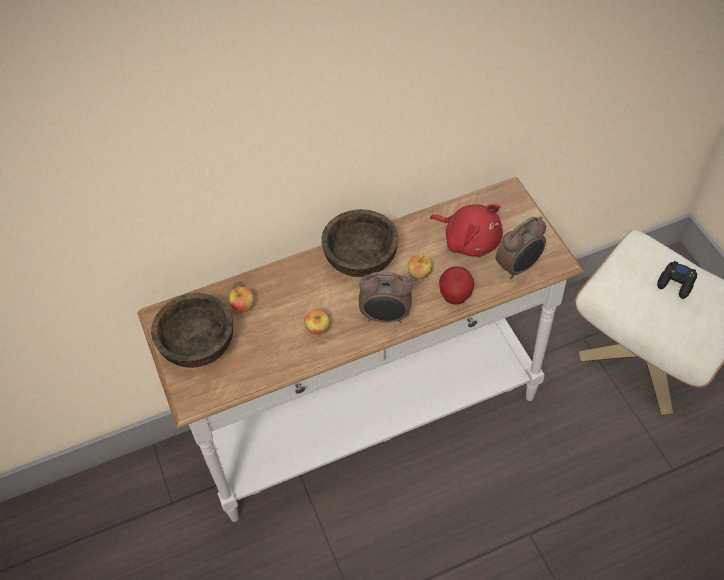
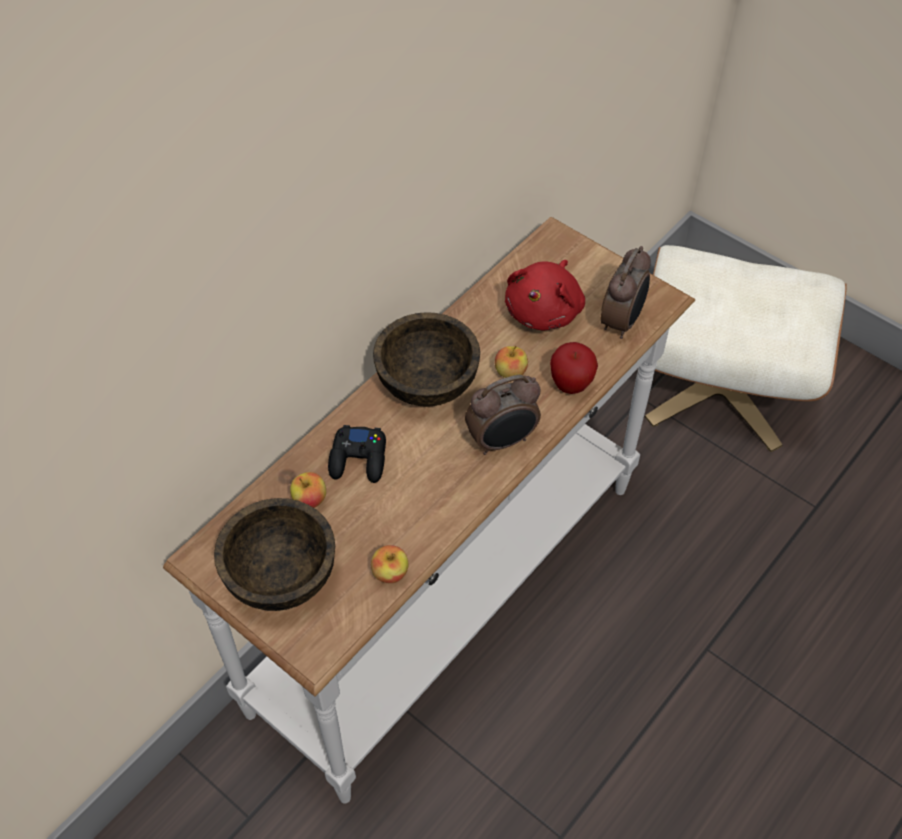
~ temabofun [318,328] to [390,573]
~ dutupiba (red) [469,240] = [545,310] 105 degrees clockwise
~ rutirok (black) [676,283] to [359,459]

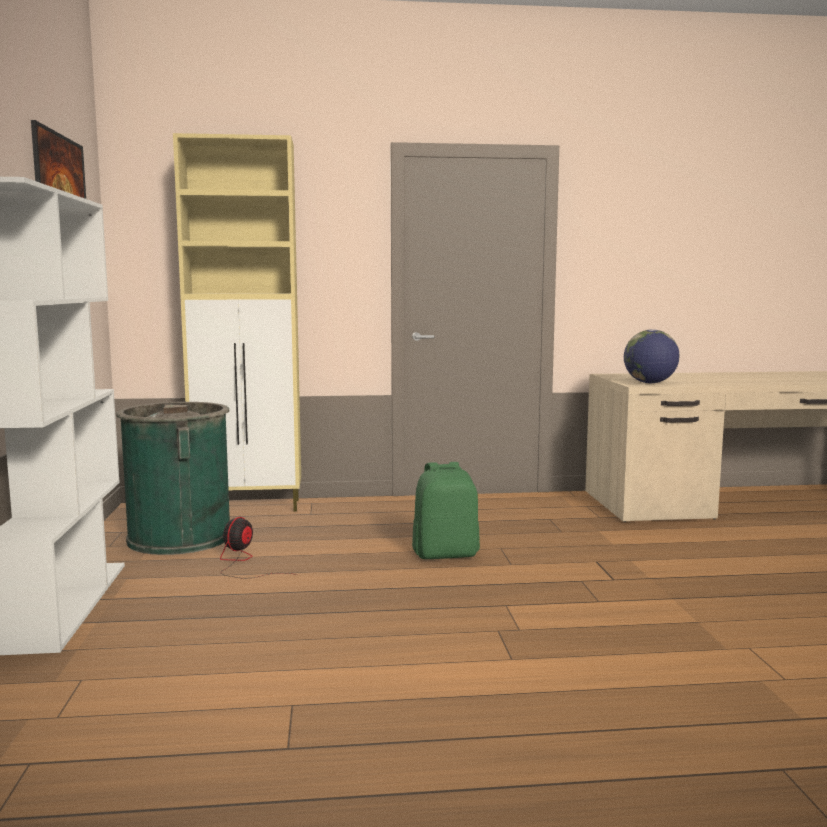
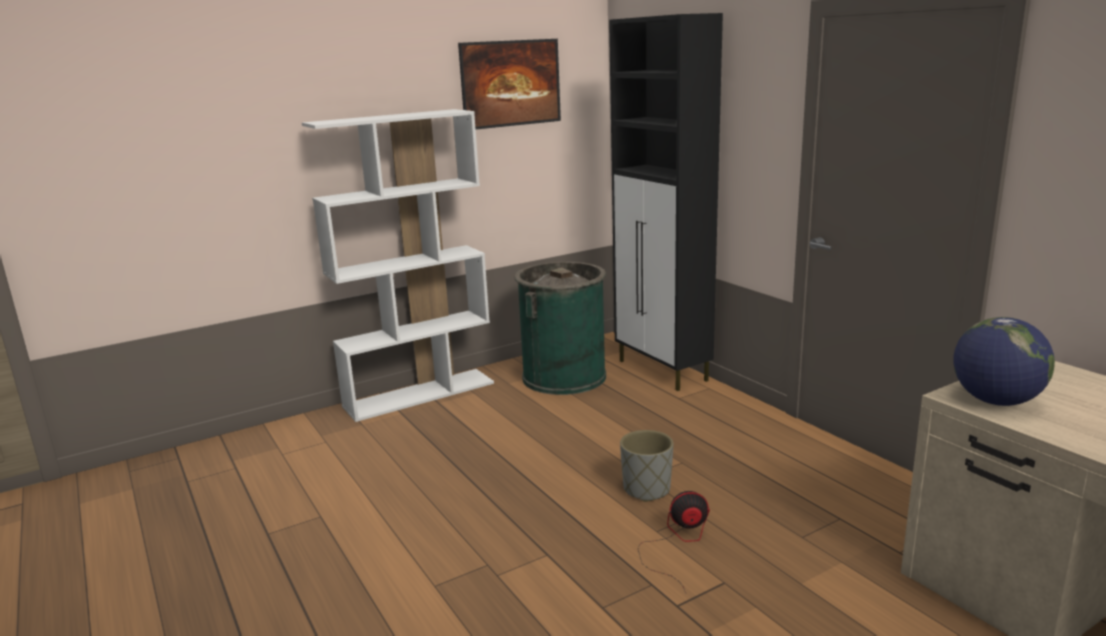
~ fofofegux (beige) [250,507] to fofofegux (black) [663,371]
~ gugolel [243,562] to [678,543]
~ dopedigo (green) [446,554] to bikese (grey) [647,489]

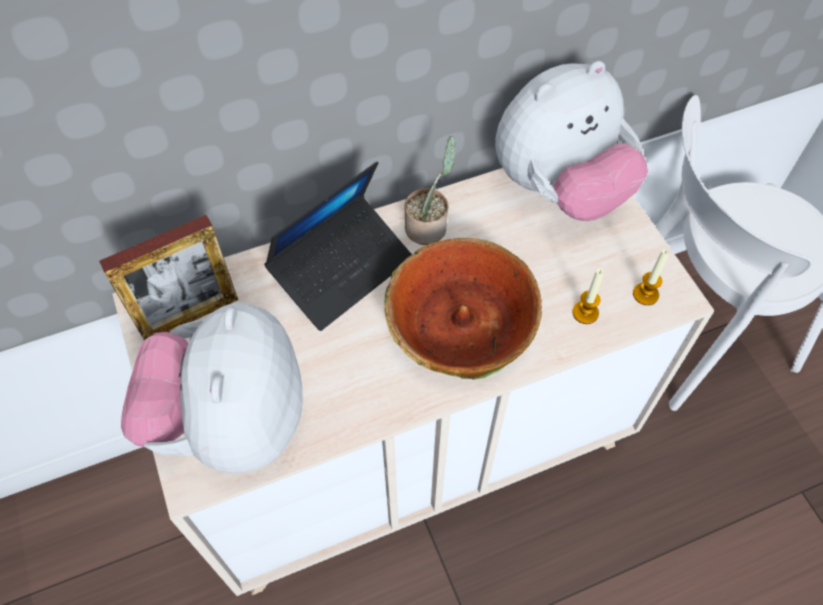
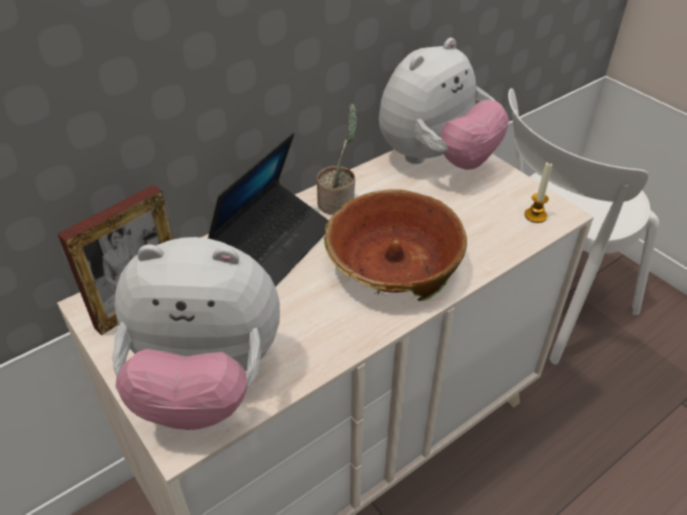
~ dutupiba [231,422] = [206,382] 75 degrees counterclockwise
- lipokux [585,313]

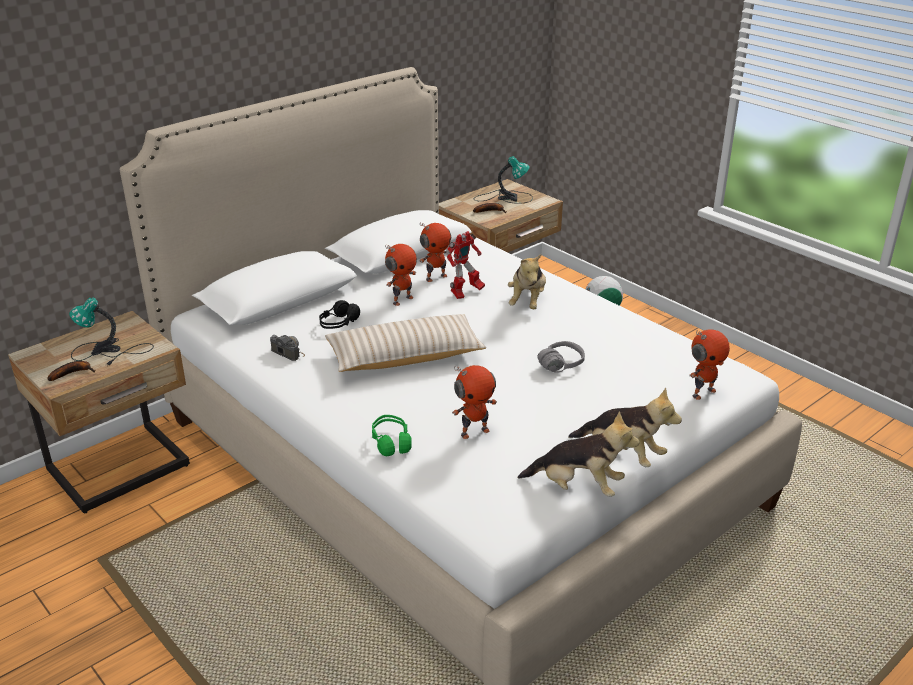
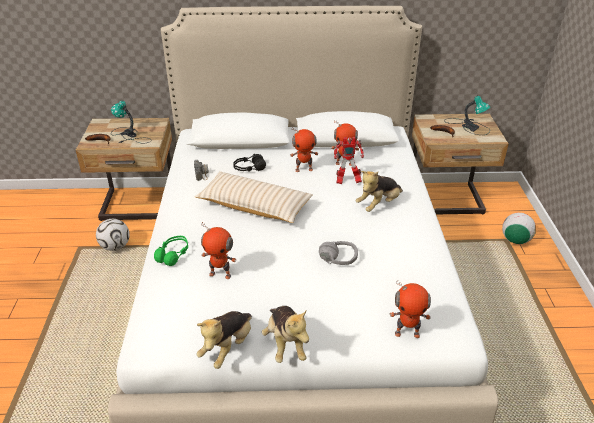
~ dutupiba [578,487] = [227,347] 60 degrees clockwise
+ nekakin [115,246]

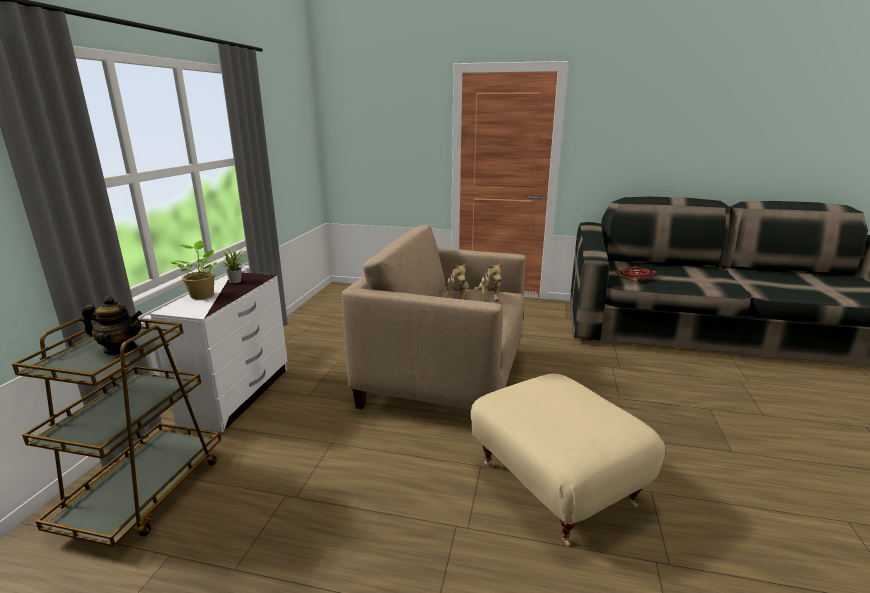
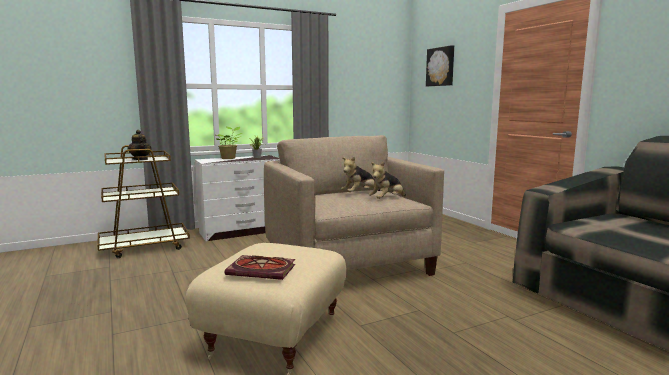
~ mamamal [636,275] to [263,270]
+ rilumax [441,66]

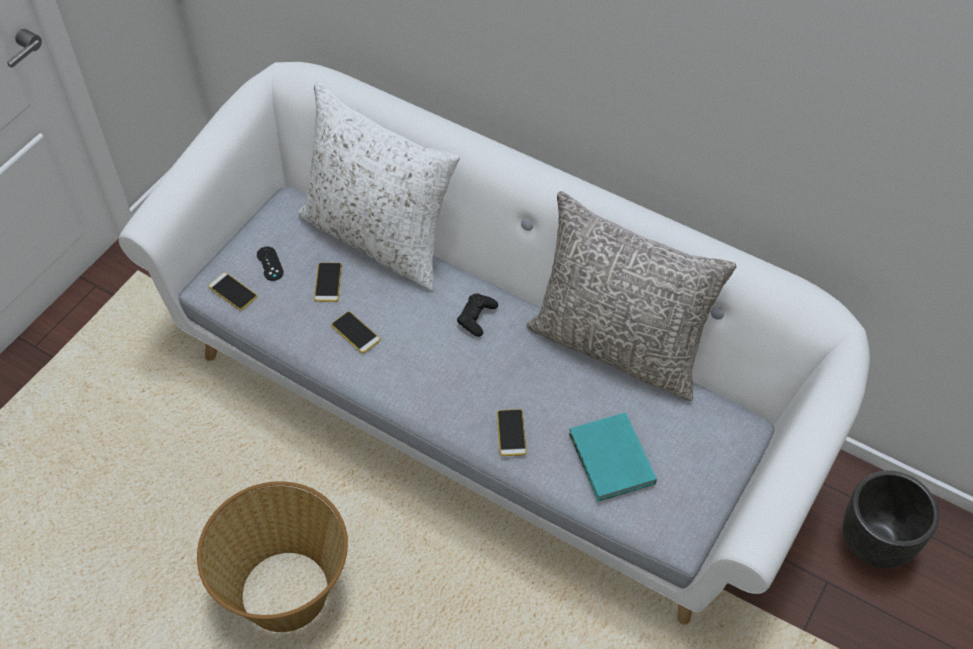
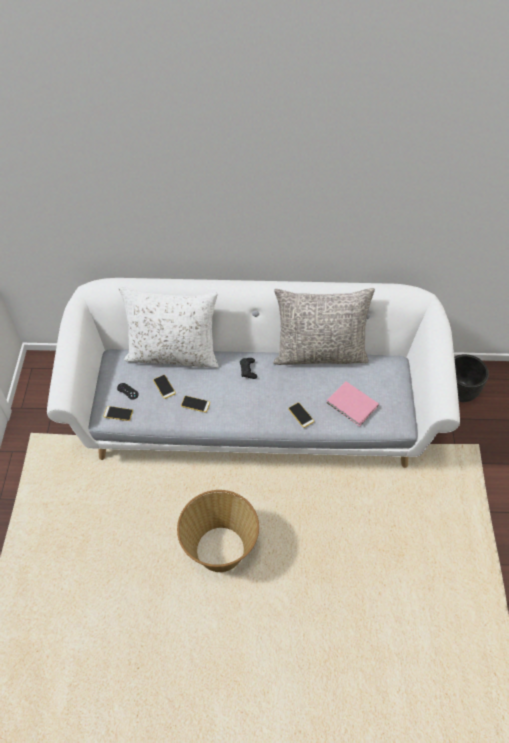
~ mamamal (turquoise) [611,461] to mamamal (pink) [352,406]

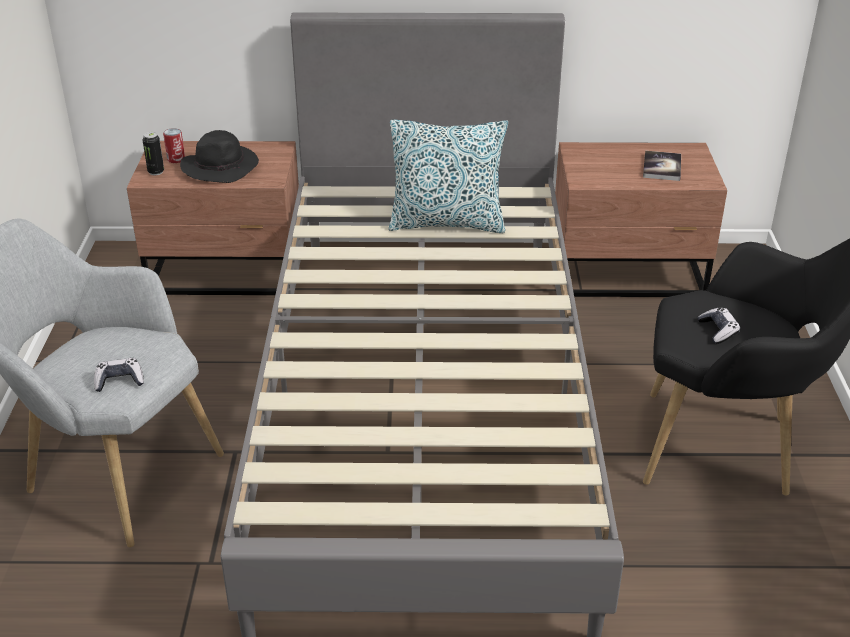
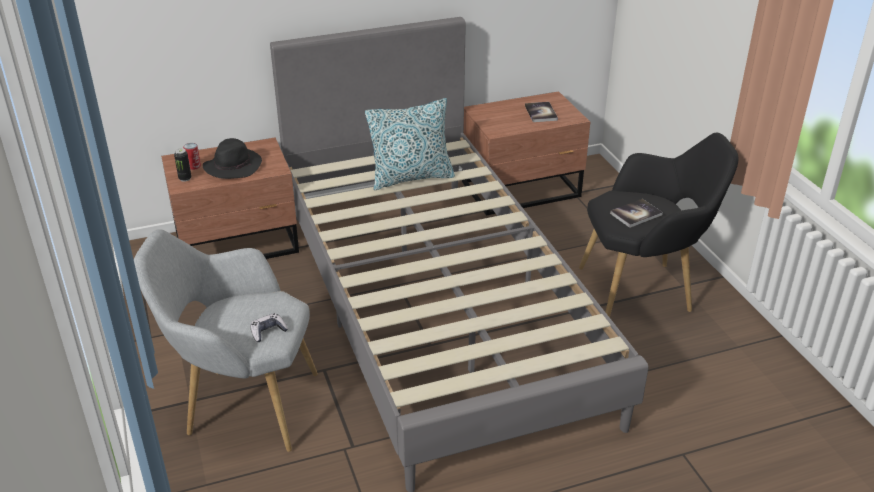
~ rutirok [718,331] to mamamal [636,214]

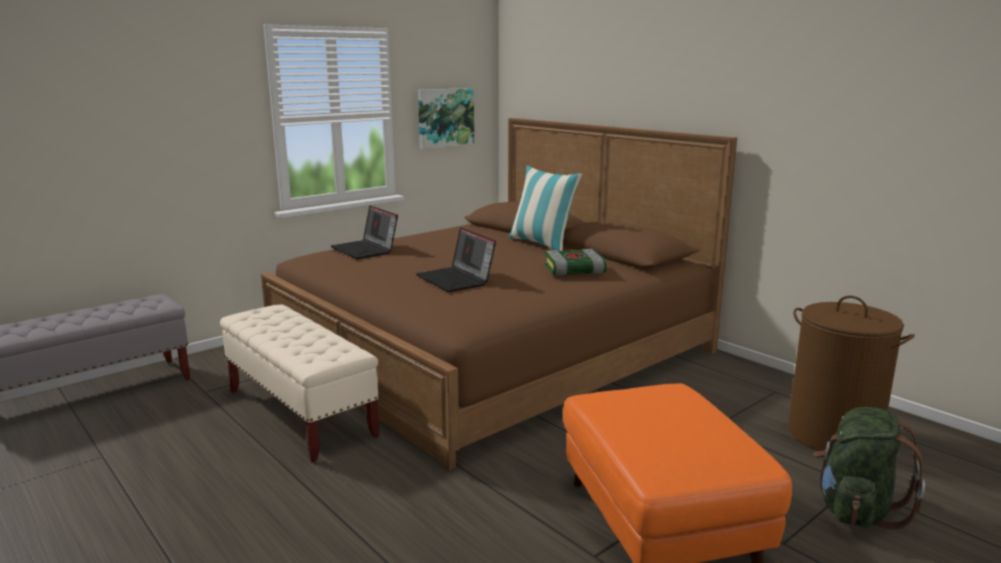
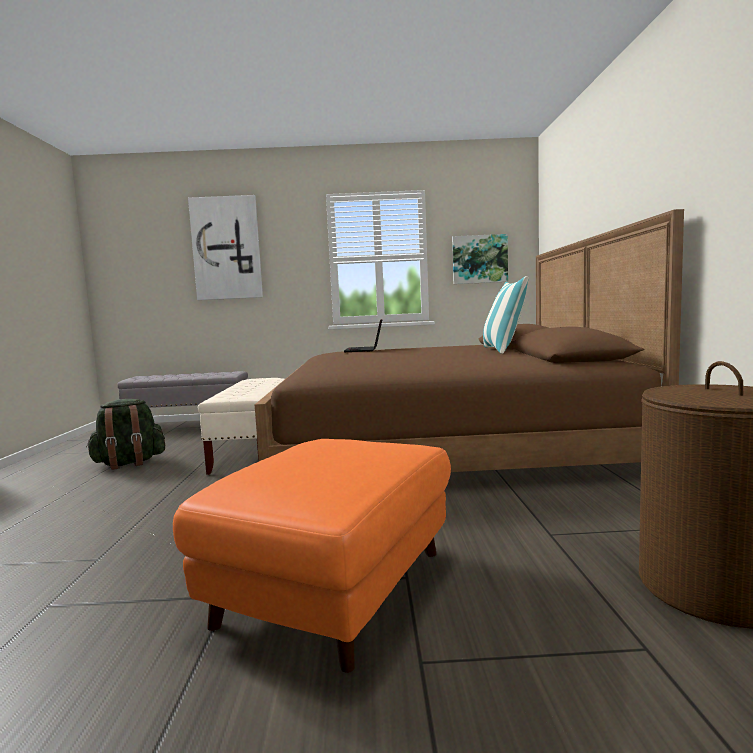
- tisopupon [456,280]
- mamamal [573,271]
~ dopedigo (green) [856,510] to [129,463]
+ rilumax [226,248]

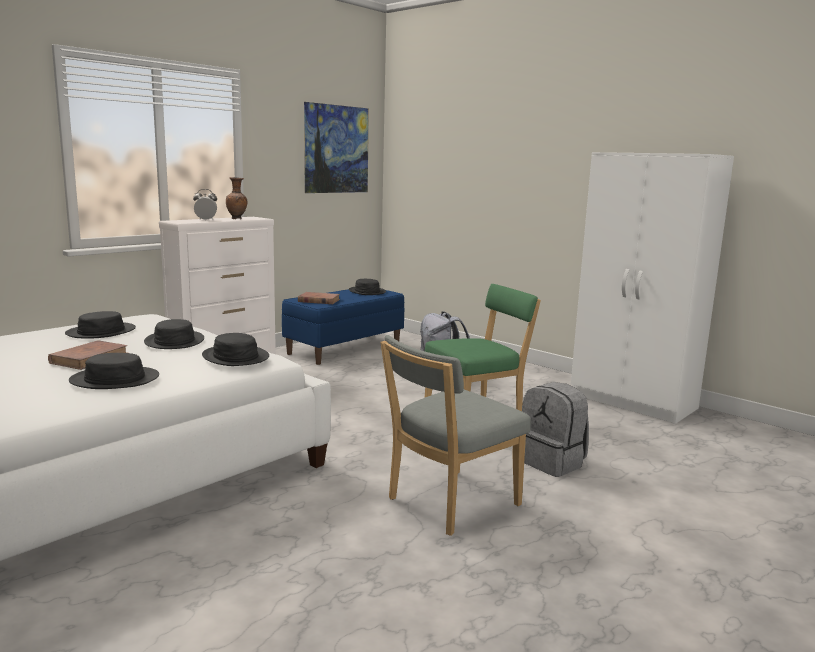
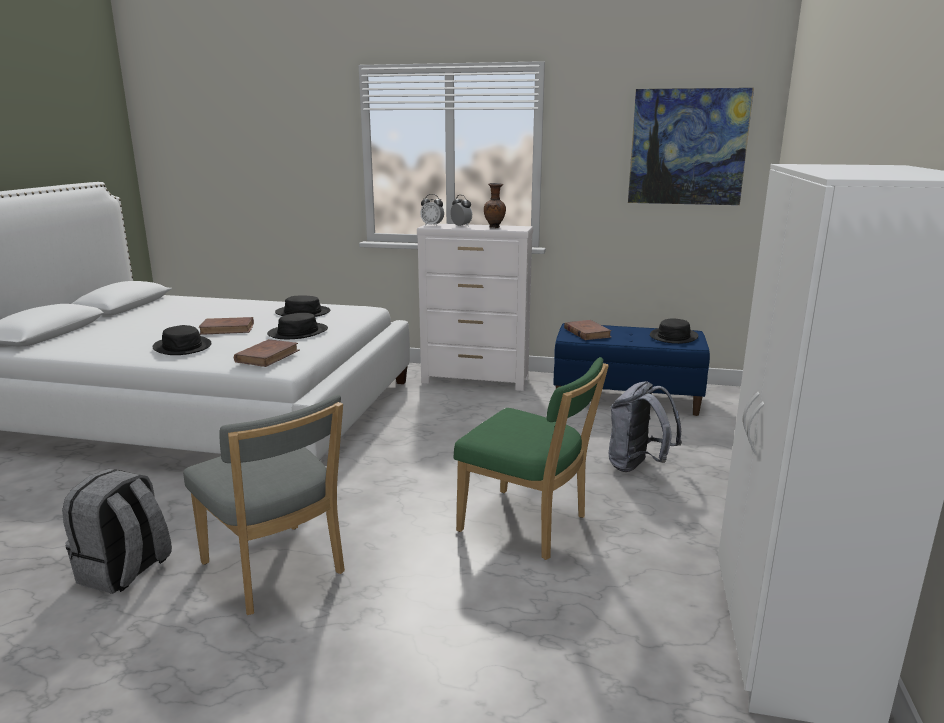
~ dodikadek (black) [235,357] to mamamal (brown) [267,356]
~ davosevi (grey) [448,504] = [276,571] 150 degrees counterclockwise
~ dopedigo (grey) [552,462] to [125,571]
+ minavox [432,225]

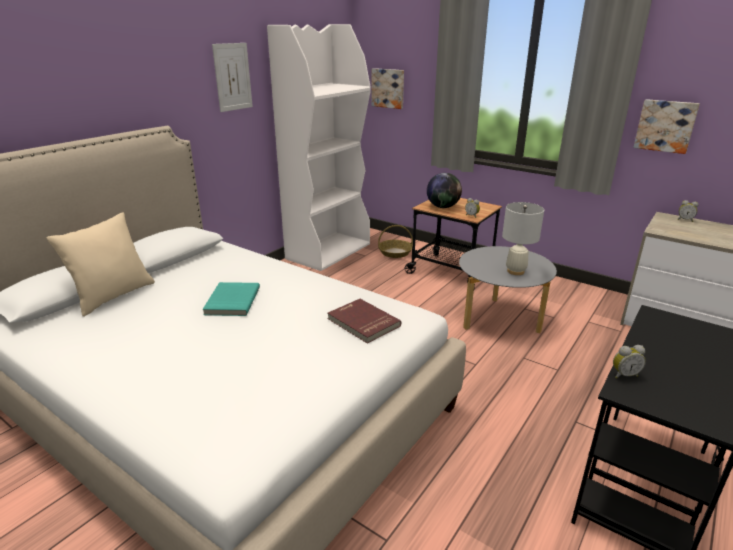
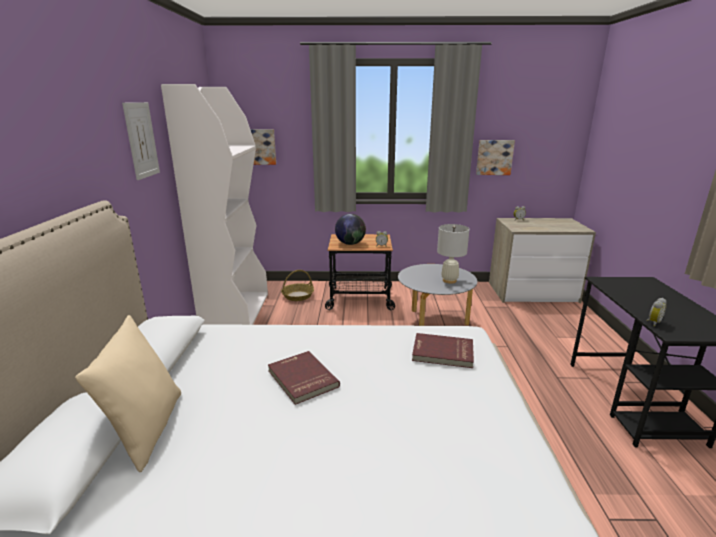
~ mamamal (turquoise) [231,301] to mamamal (red) [301,379]

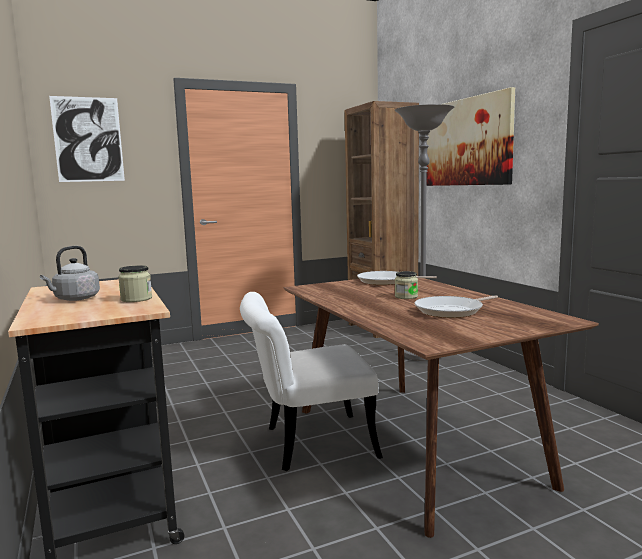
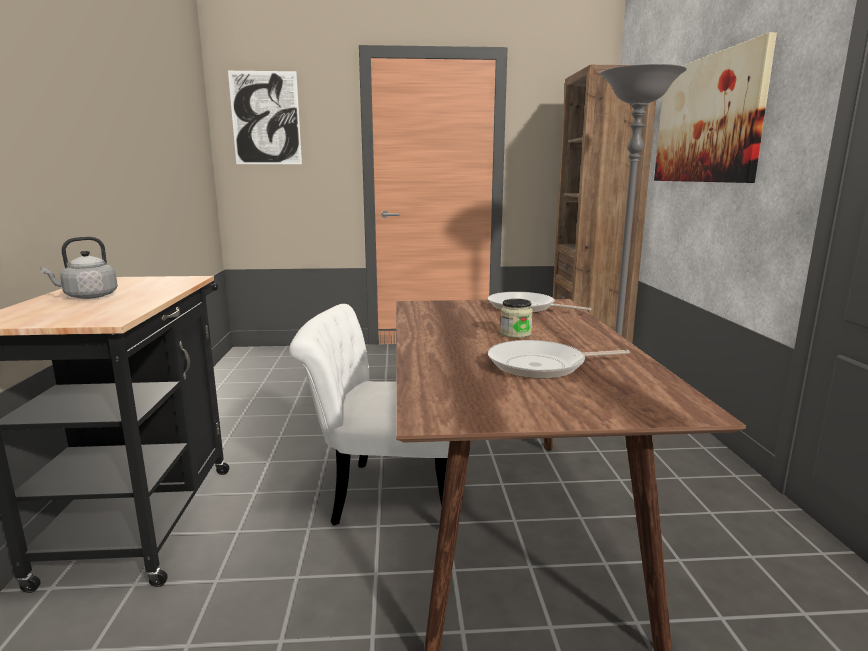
- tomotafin [136,299]

